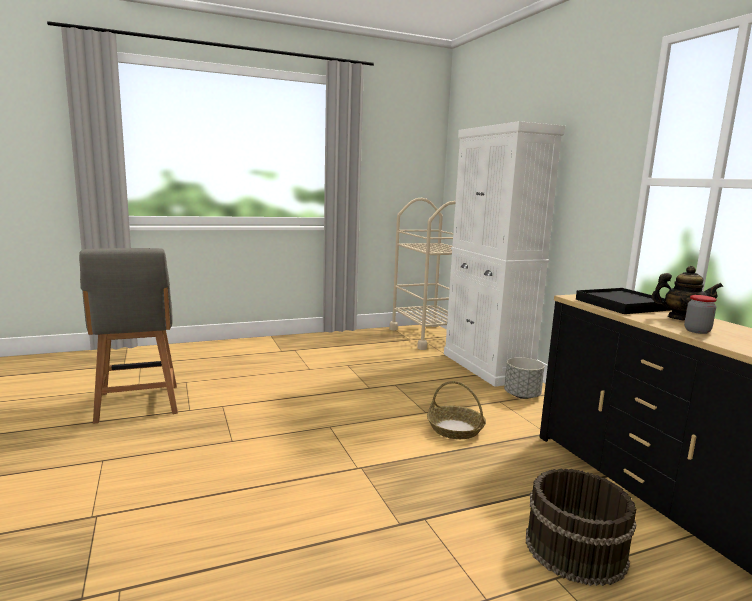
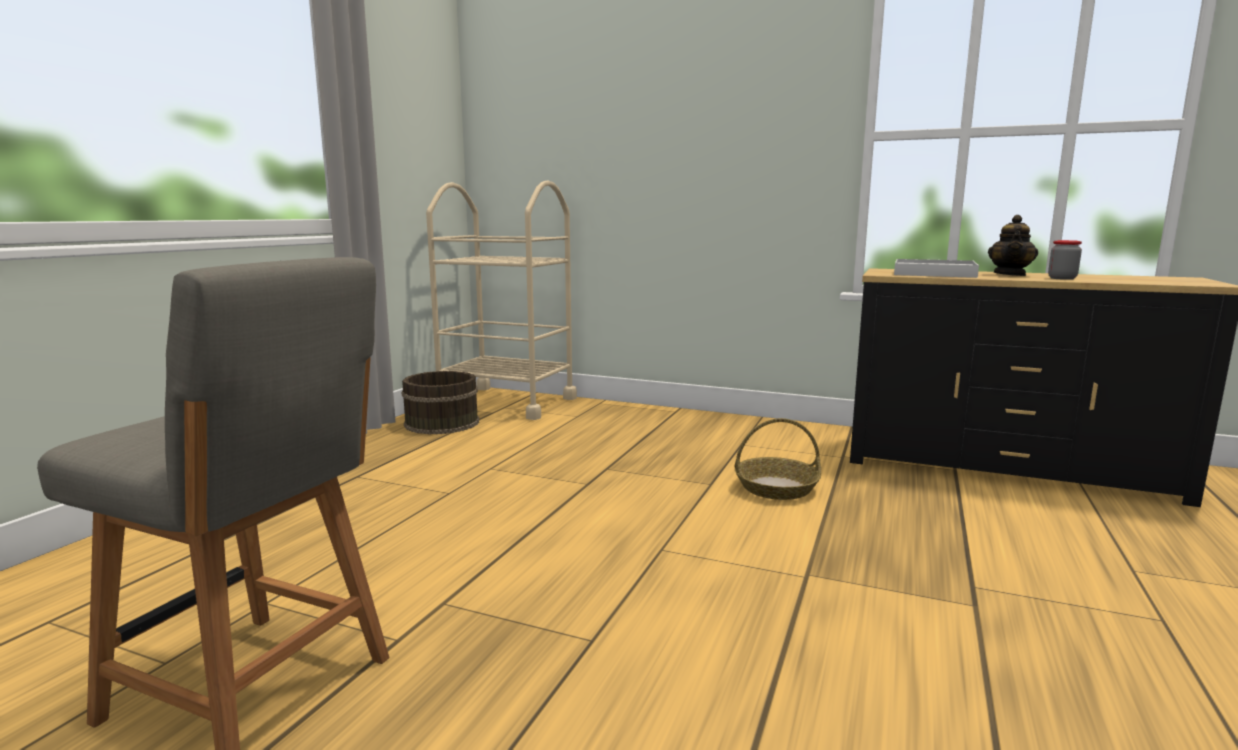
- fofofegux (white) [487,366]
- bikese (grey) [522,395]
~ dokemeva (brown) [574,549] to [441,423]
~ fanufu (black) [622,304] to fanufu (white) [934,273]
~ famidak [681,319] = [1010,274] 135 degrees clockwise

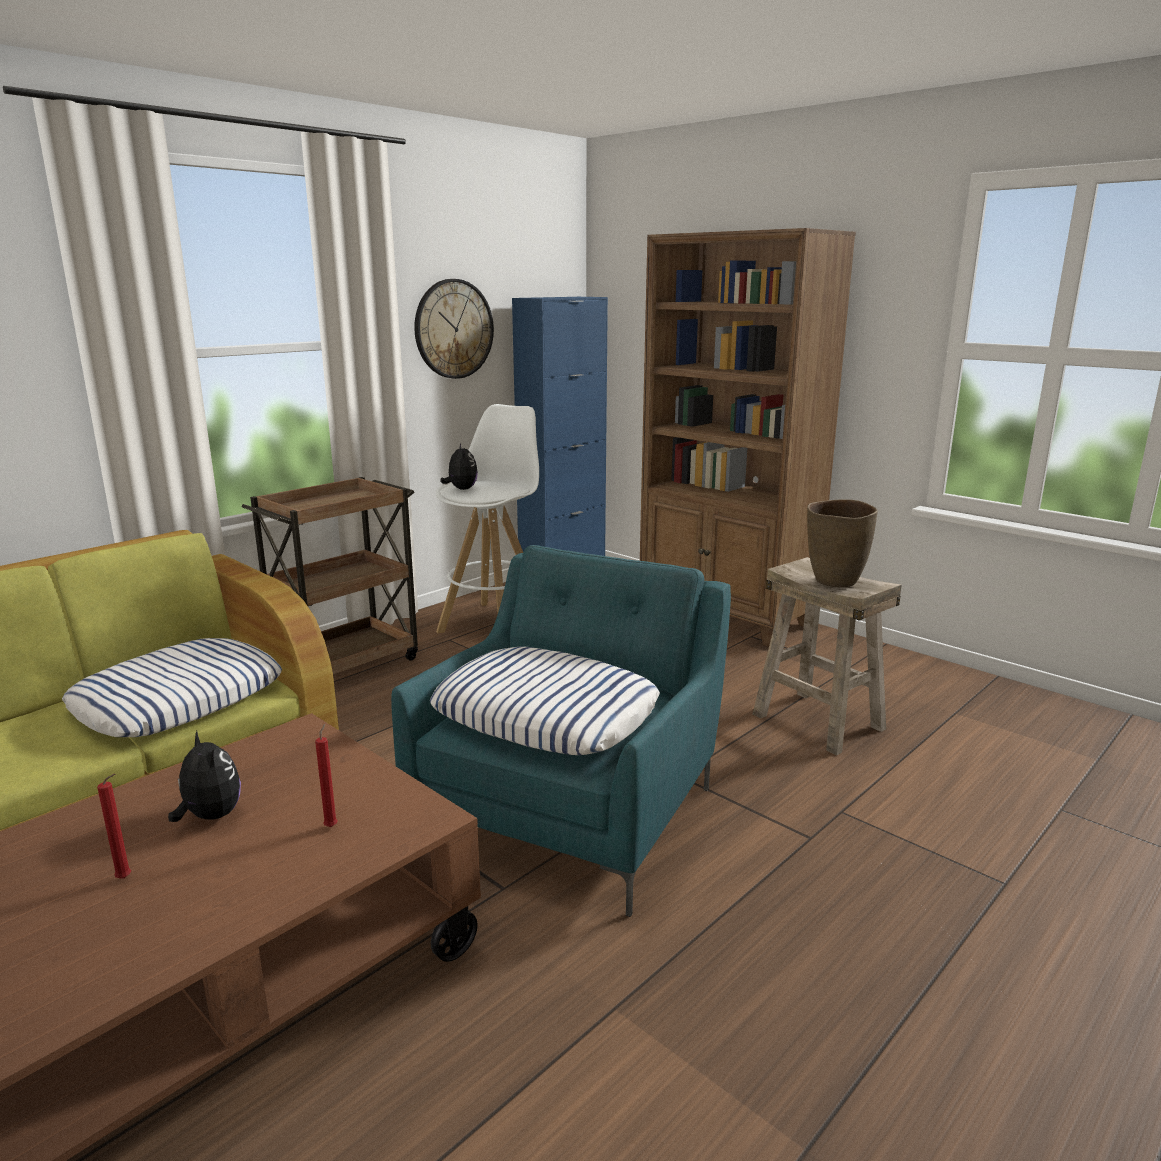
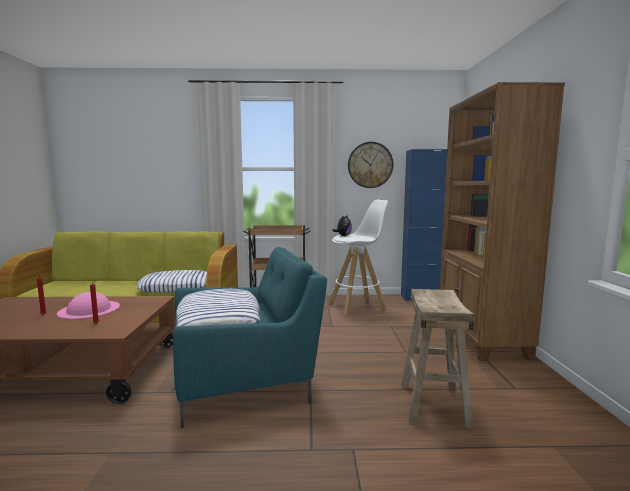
~ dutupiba [210,816] to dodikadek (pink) [89,309]
- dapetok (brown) [835,581]

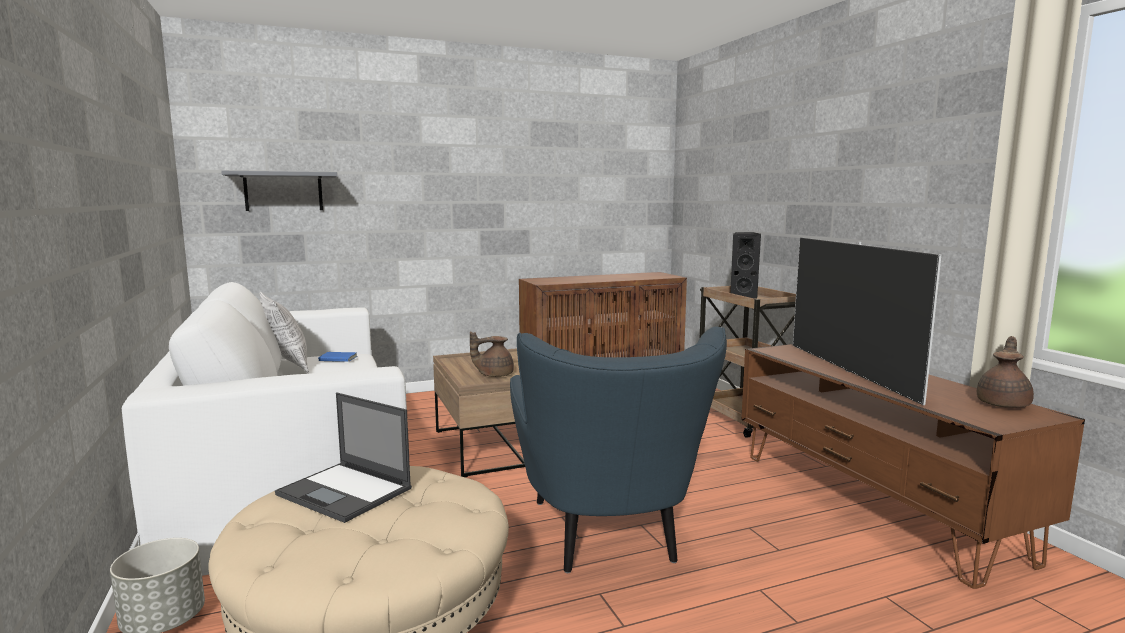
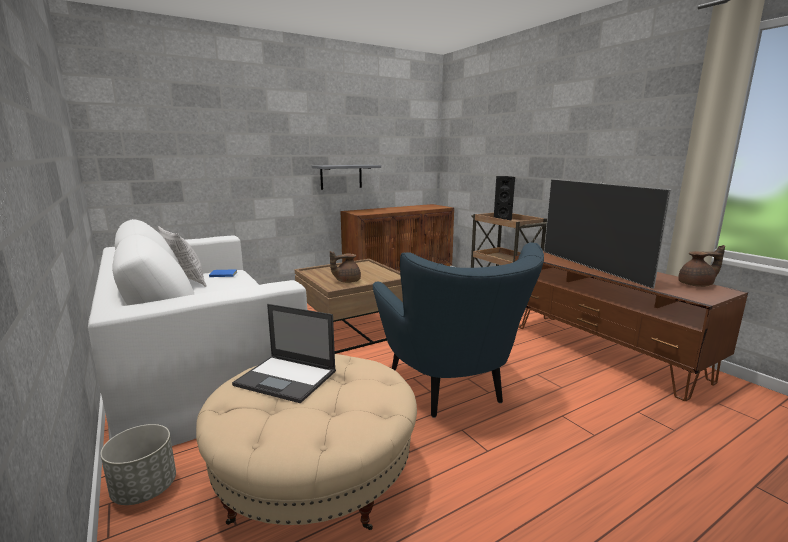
~ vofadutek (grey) [283,191] to [341,176]
~ famidak (brown) [1004,404] = [697,285] 60 degrees clockwise

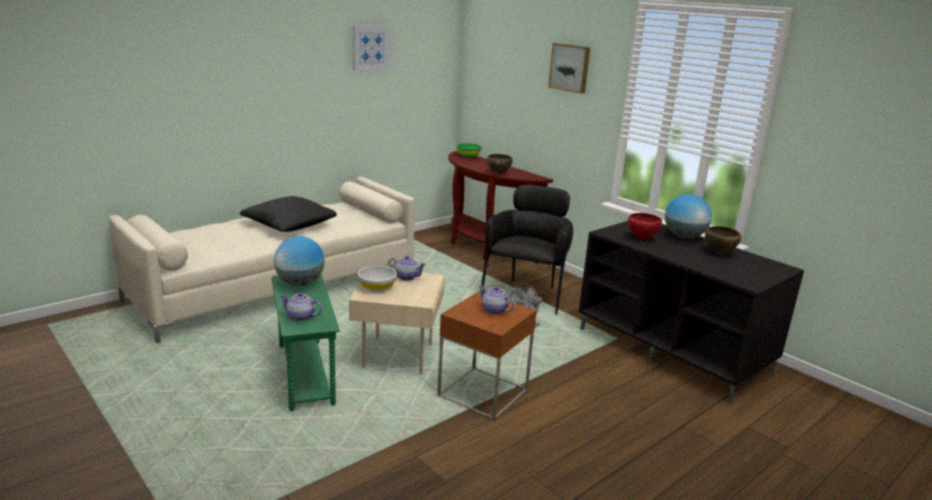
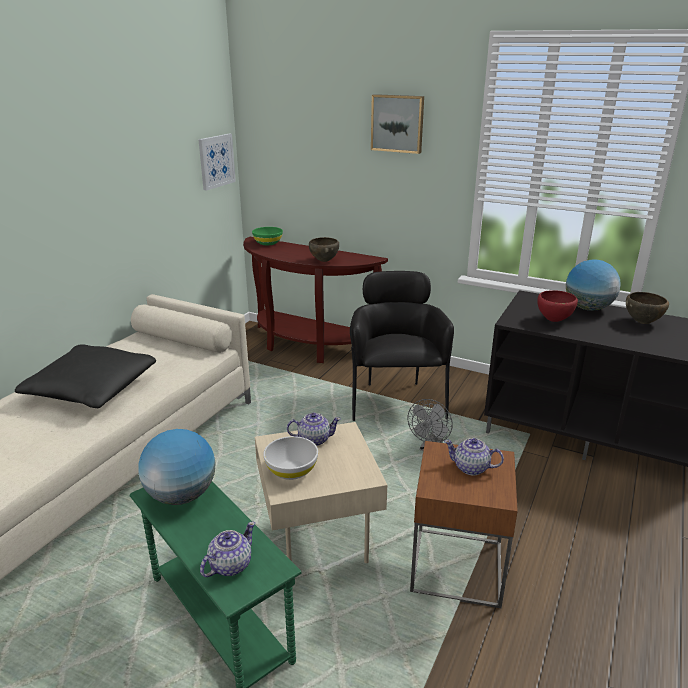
~ famidak [301,317] = [230,565] 135 degrees clockwise
~ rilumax [370,47] to [216,161]

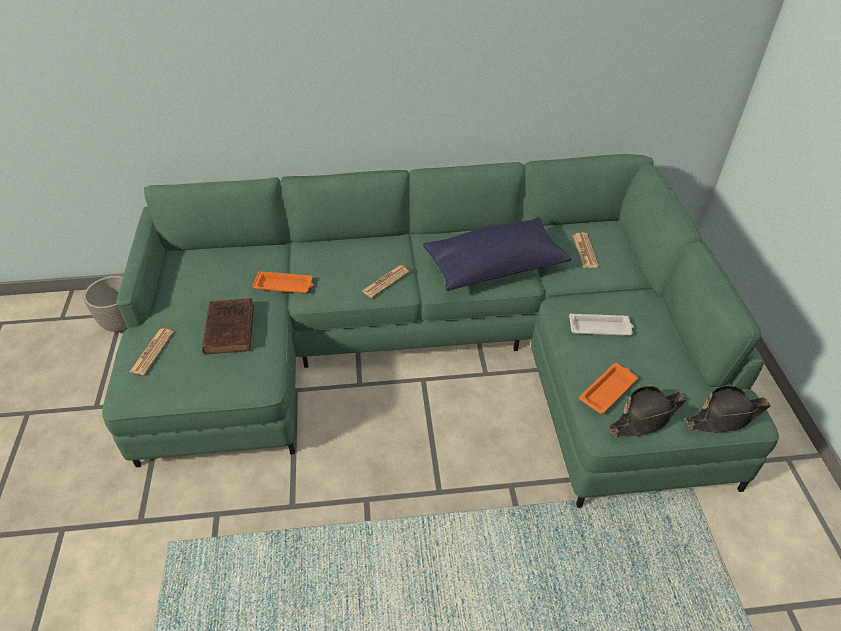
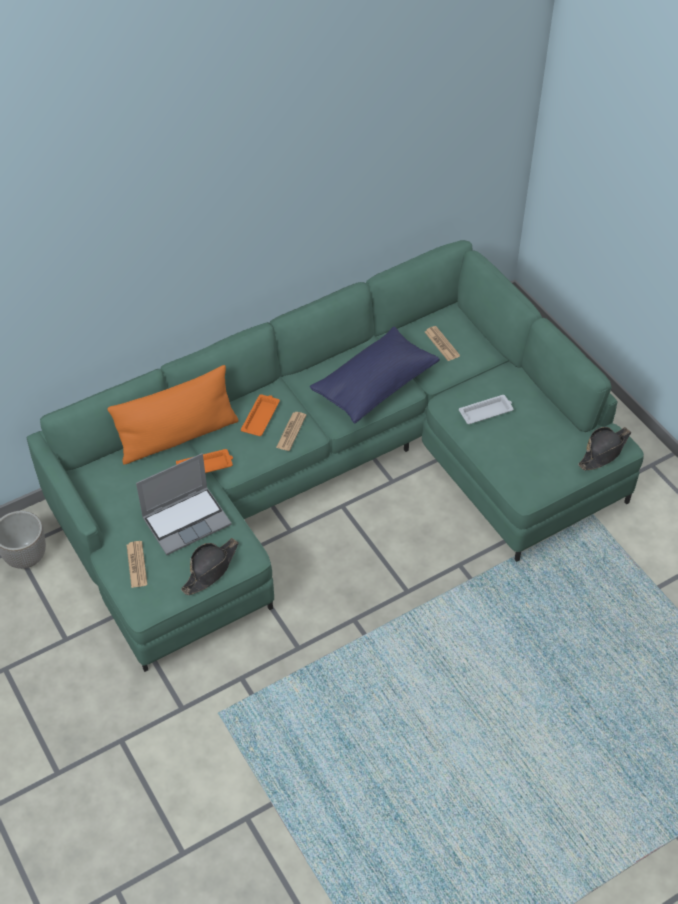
~ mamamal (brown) [230,328] to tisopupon [187,520]
~ fanufu (orange) [608,390] to [261,417]
~ dodikadek (black) [646,417] to [210,569]
+ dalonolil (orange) [178,436]

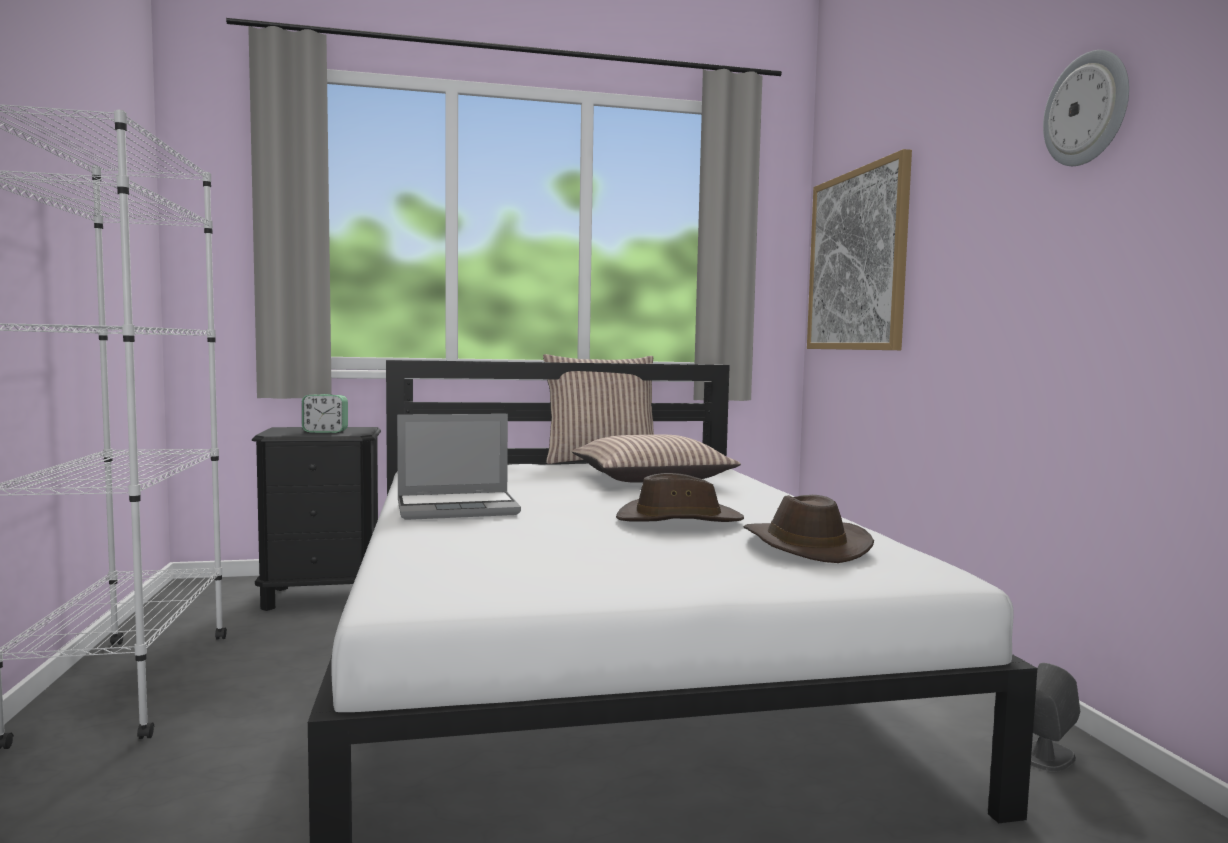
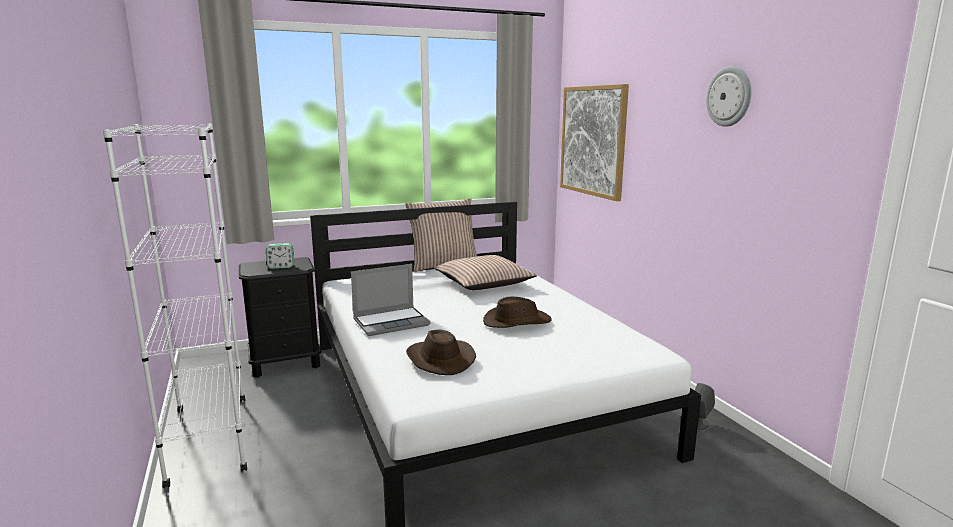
~ dodikadek (brown) [803,546] to [439,359]

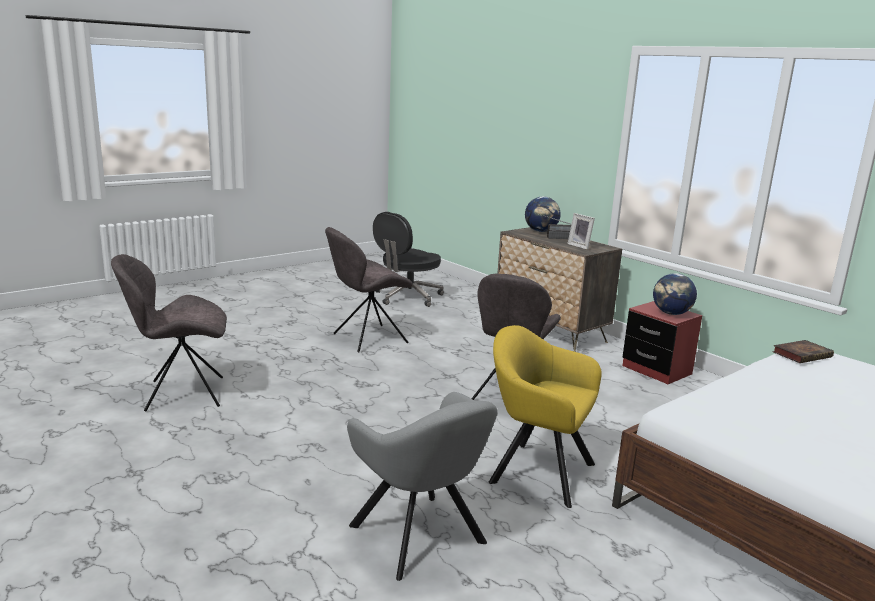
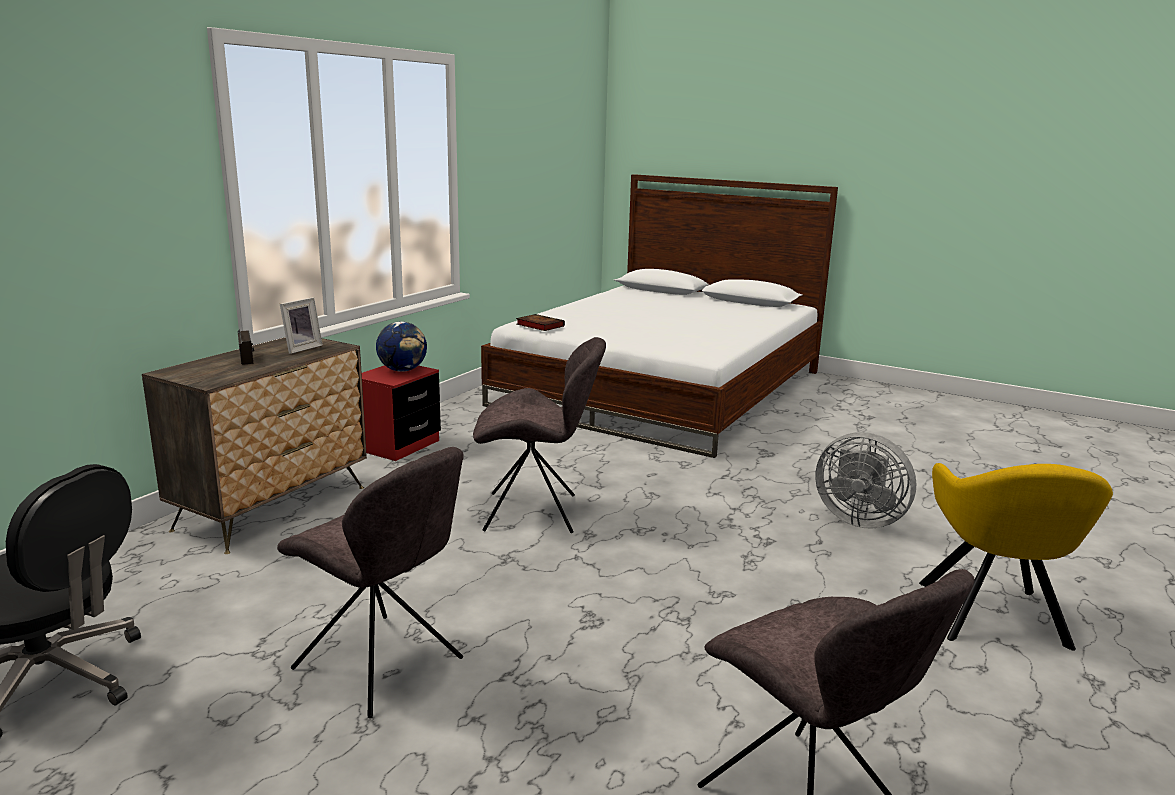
~ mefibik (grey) [421,538] to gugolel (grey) [859,519]
~ mefibik (yellow) [536,471] to [994,619]
- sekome [541,231]

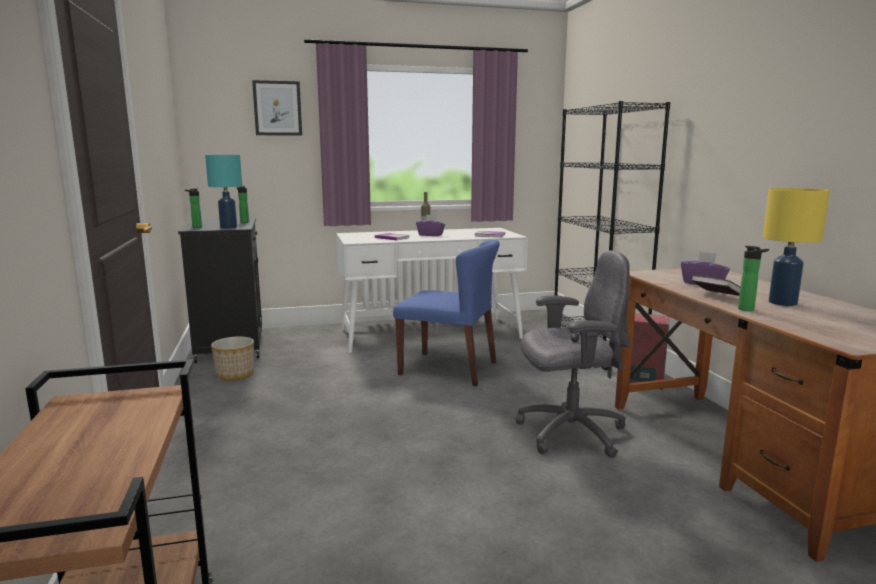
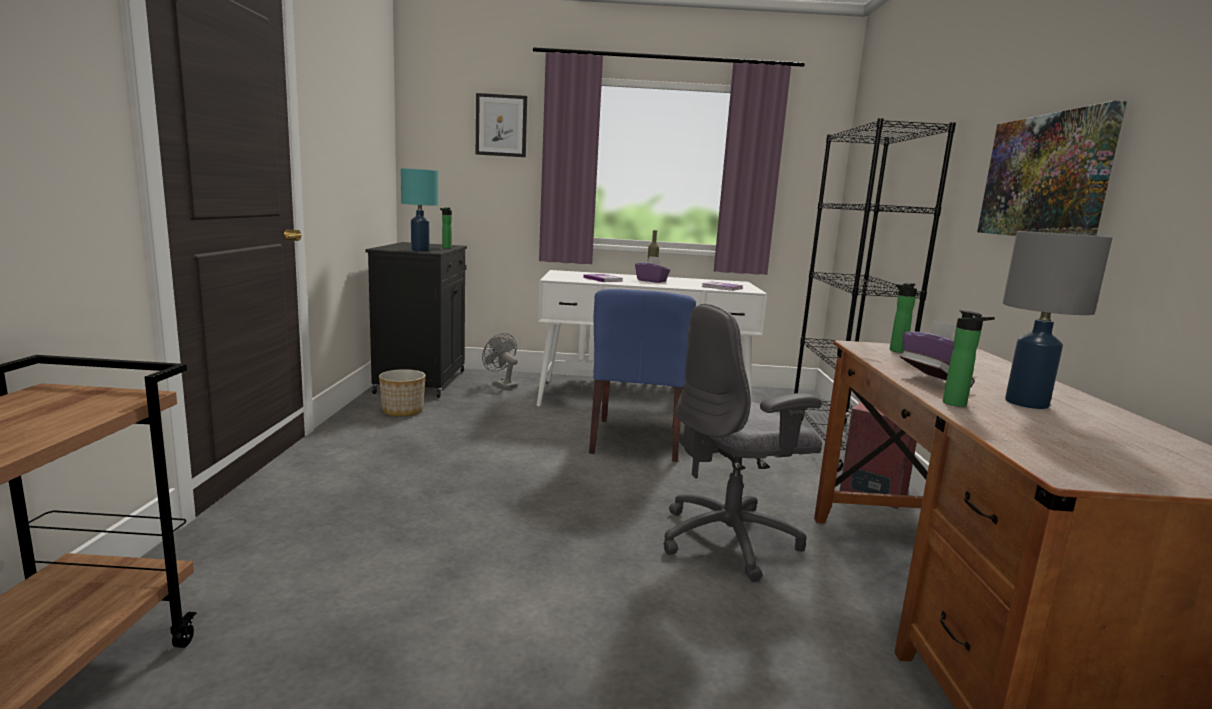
~ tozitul [195,227] to [896,351]
~ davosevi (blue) [449,368] = [636,440] 60 degrees clockwise
~ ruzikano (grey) [569,433] = [730,540] 150 degrees clockwise
~ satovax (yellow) [783,303] to satovax (grey) [1027,403]
+ gugolel (grey) [501,385]
+ rilumax [1045,177]

